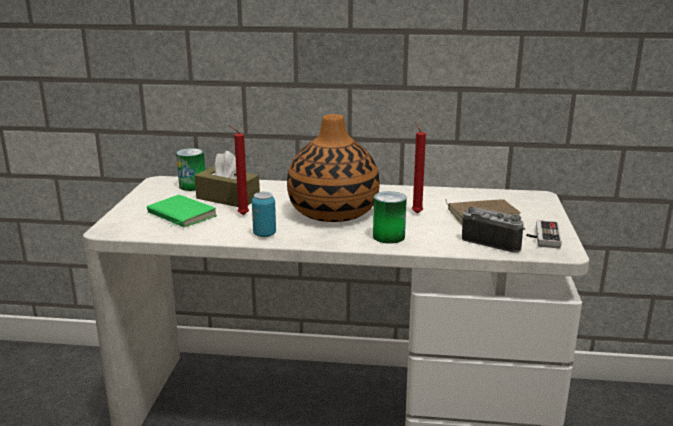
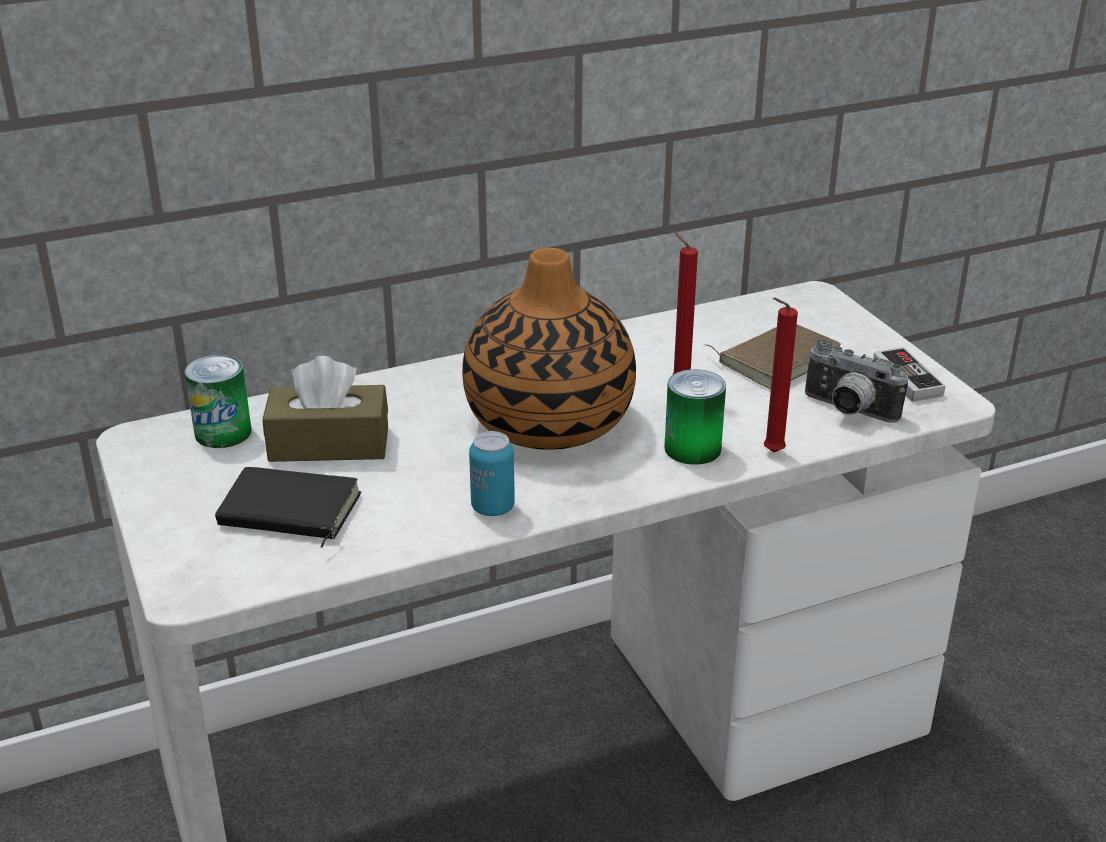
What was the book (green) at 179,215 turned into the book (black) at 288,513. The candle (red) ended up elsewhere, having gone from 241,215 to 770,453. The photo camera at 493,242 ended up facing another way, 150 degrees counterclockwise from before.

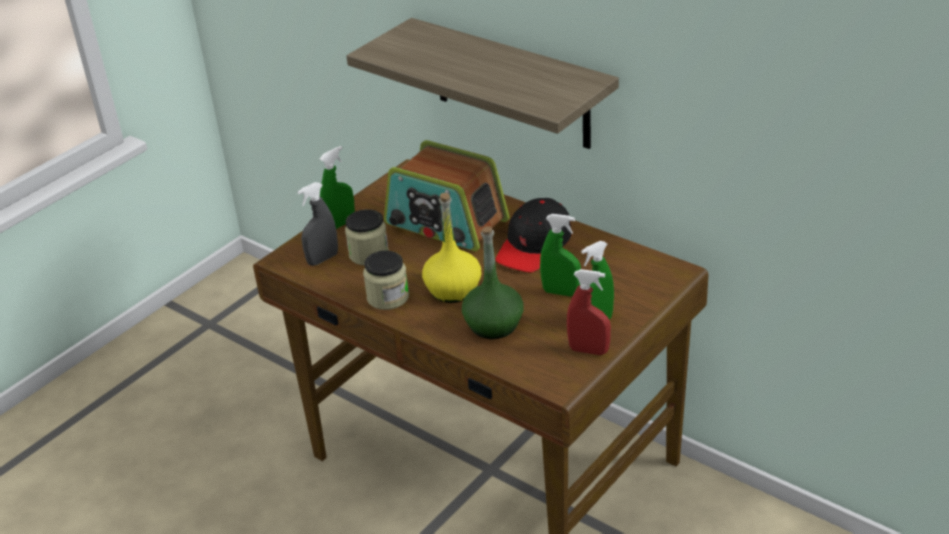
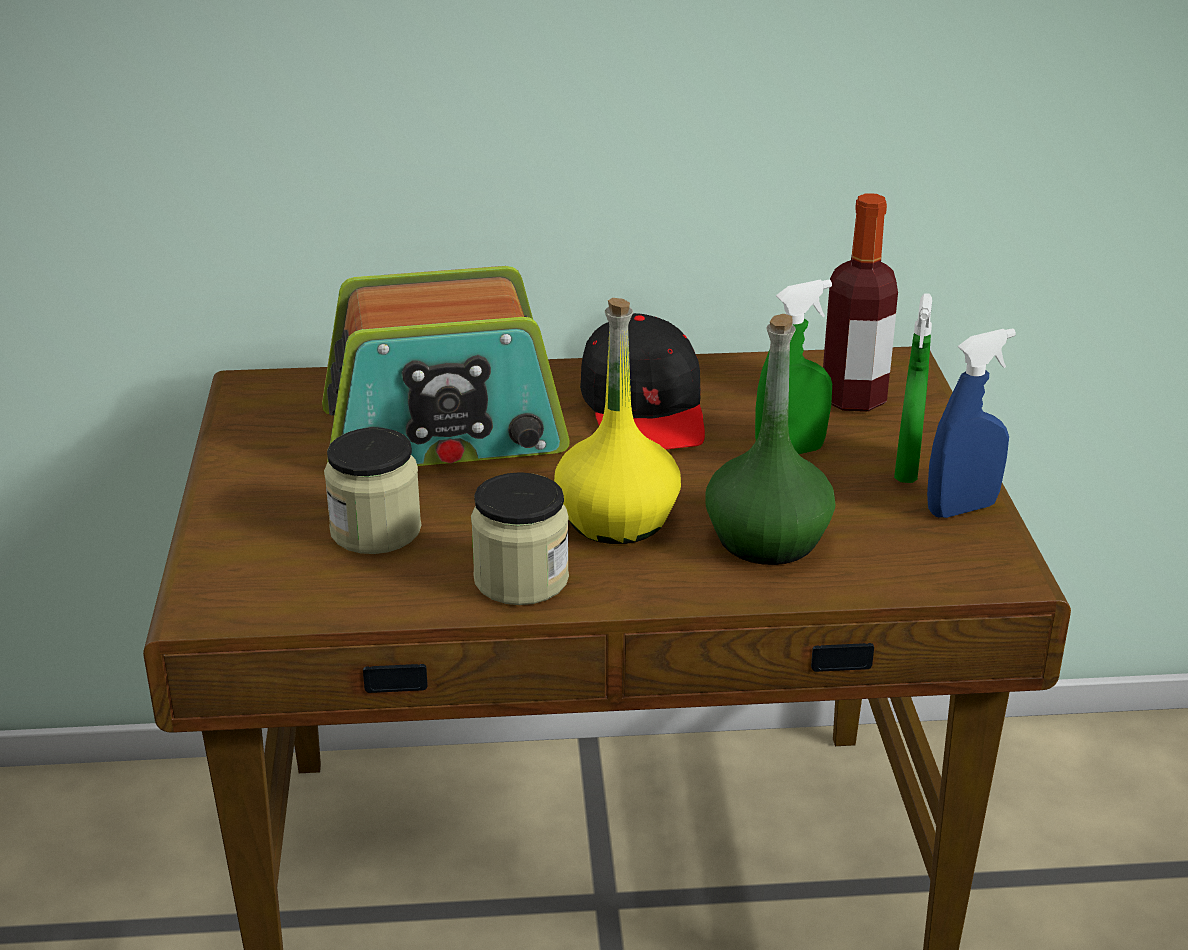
The second view gained the bottle at 853,398. What was the spray bottle (red) at 588,350 turned into the spray bottle (blue) at 962,508. The second view lost the spray bottle (grey) at 322,259. The second view lost the spray bottle (green) at 340,224. The second view lost the shelf at 511,84.

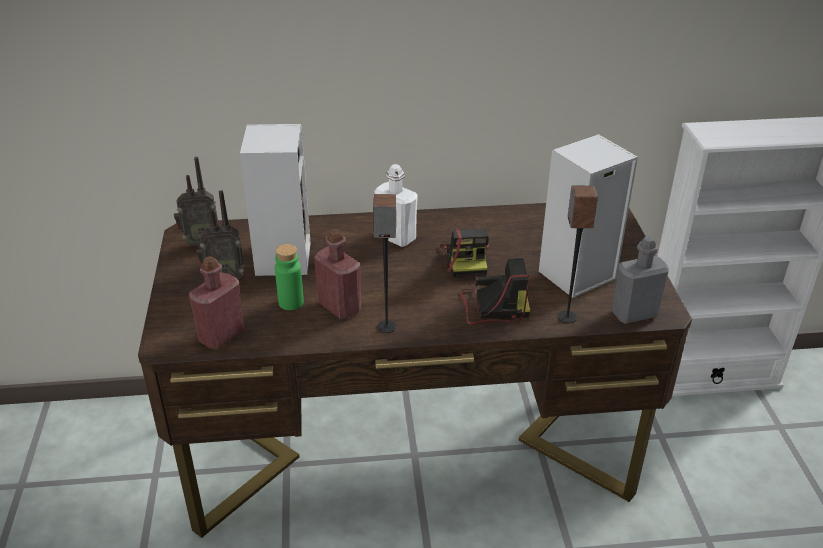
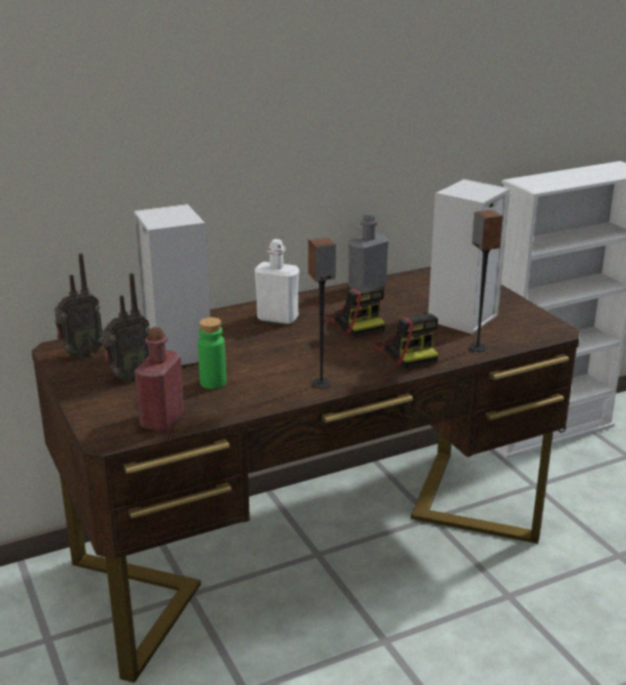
The bottle (grey) ended up elsewhere, having gone from 634,314 to 367,287. The photo camera at 492,307 ended up facing another way, 90 degrees clockwise from before. The second view lost the bottle (red) at 339,307.

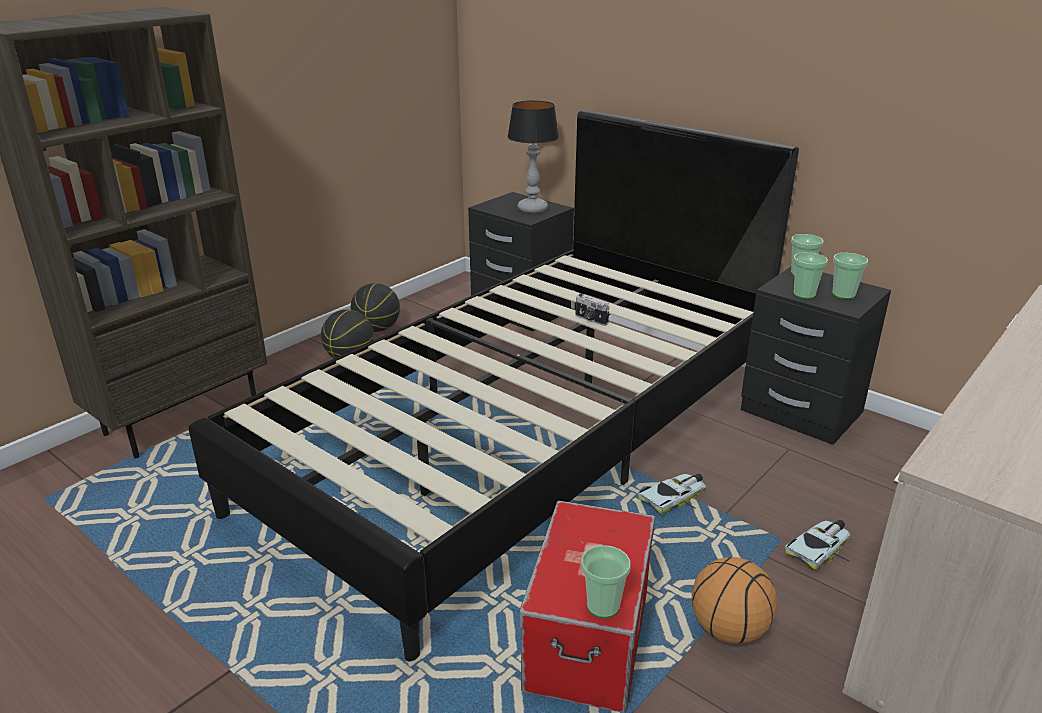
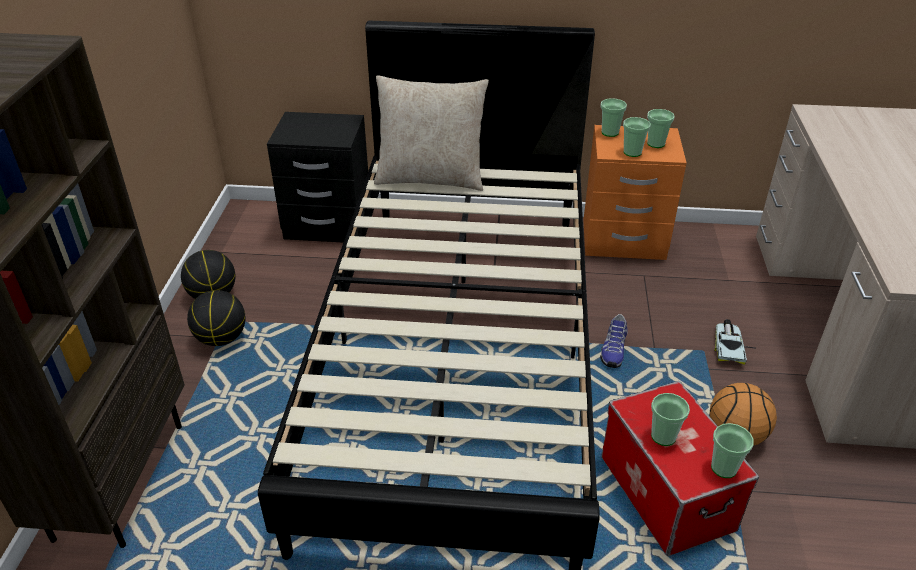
The second view gained the pillow (beige) at 431,178. What was the nightstand (black) at 801,411 turned into the nightstand (orange) at 623,240. Where the toy car stood at 675,497, the shoe came to stand at 612,350. The second view gained the cup at 663,436. The second view lost the table lamp at 532,209. The second view lost the photo camera at 590,320.

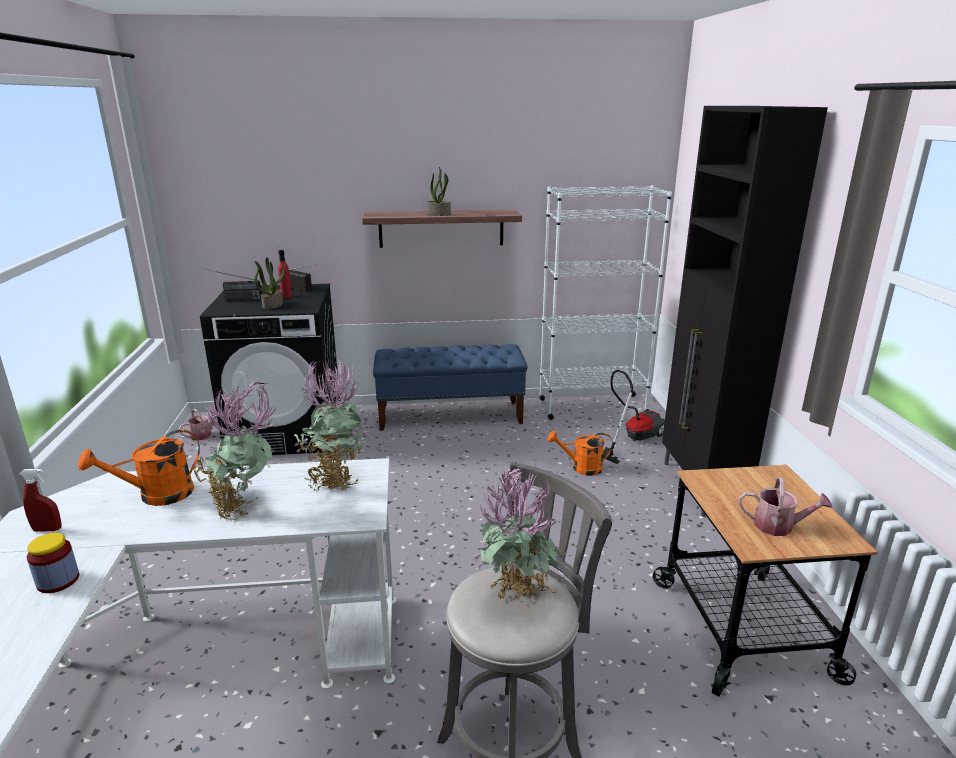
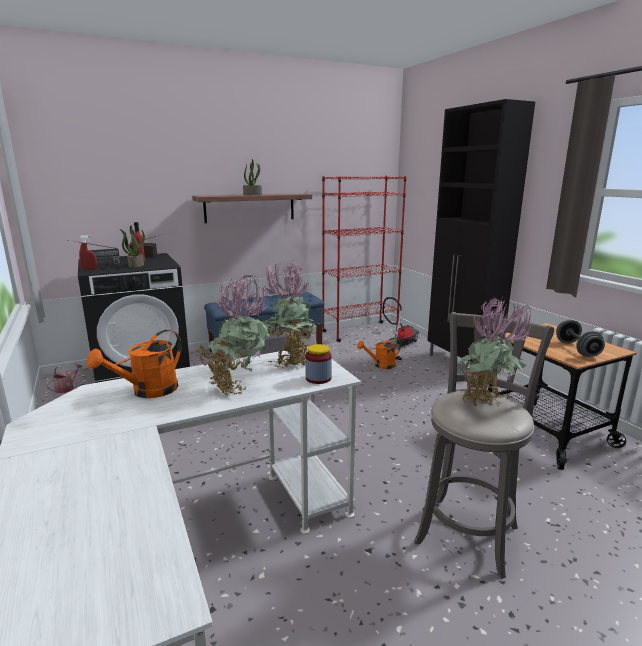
The spray bottle (red) ended up elsewhere, having gone from 47,529 to 89,269. The jar ended up elsewhere, having gone from 58,581 to 318,378. What was the bookcase (white) at 592,407 turned into the bookcase (red) at 360,331. Where the watering can stood at 779,526, the dumbbell (grey) came to stand at 577,349.

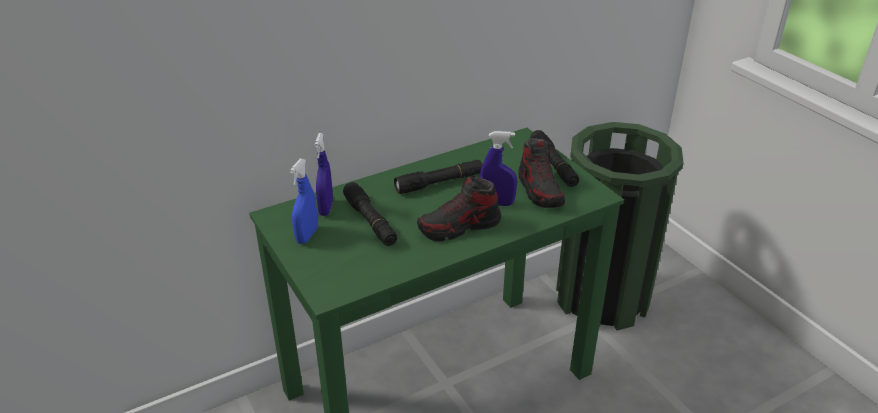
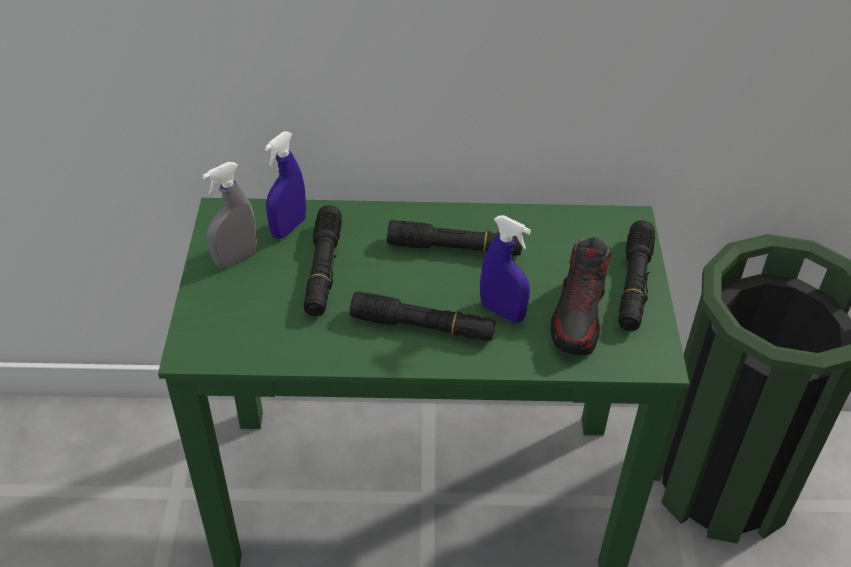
What was the spray bottle (blue) at 307,236 turned into the spray bottle (grey) at 236,258. Where the shoe stood at 459,227, the flashlight (black) came to stand at 423,327.

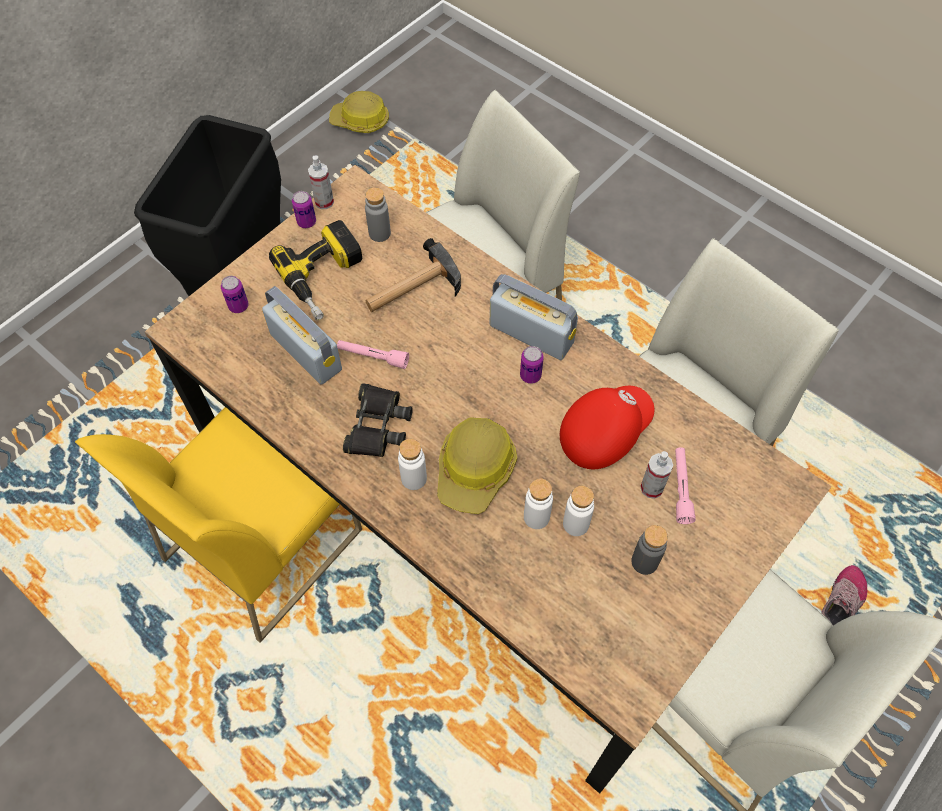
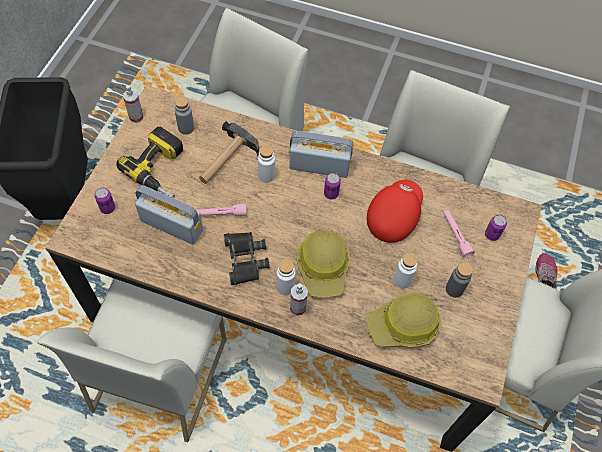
What was the chair (yellow) at 263,542 turned into the chair (white) at 160,373. The bottle (white) ended up elsewhere, having gone from 536,517 to 266,175. The spray bottle ended up elsewhere, having gone from 651,488 to 298,308. The hard hat ended up elsewhere, having gone from 360,121 to 404,326. The can ended up elsewhere, having gone from 306,222 to 492,234.

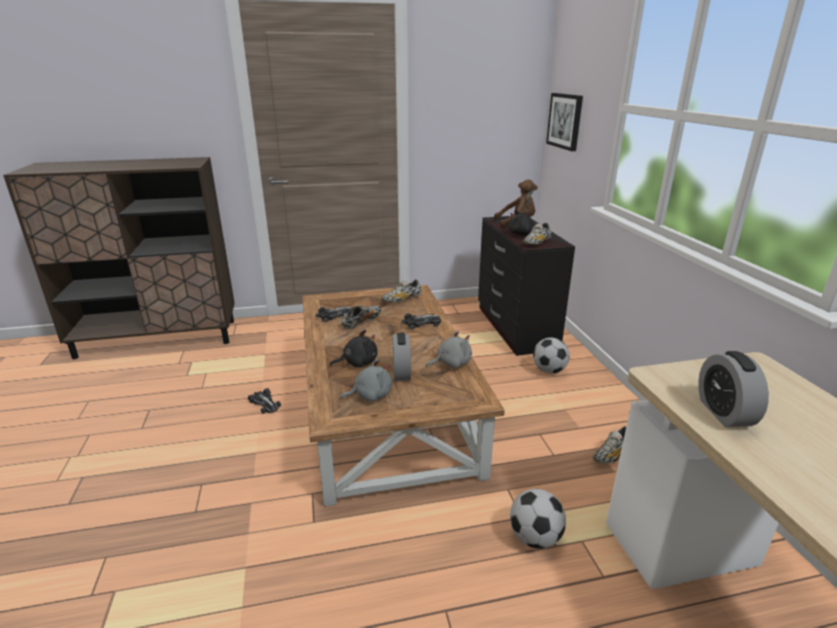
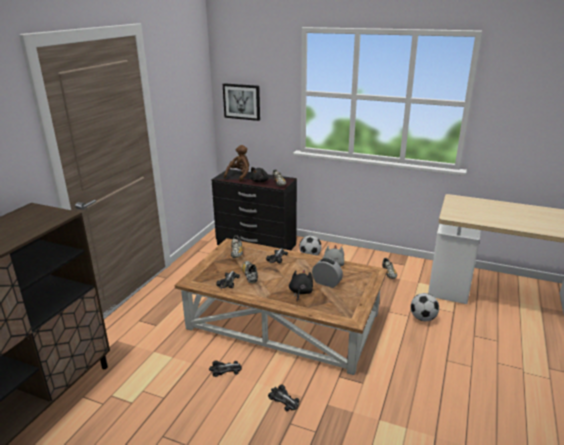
The second view gained the toy car at 283,400. The second view lost the plush toy (grey) at 370,395. The second view lost the alarm clock at 724,412.

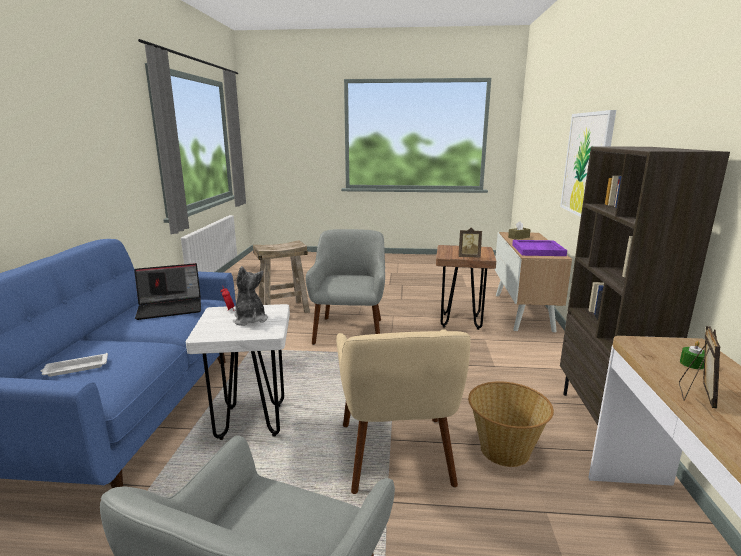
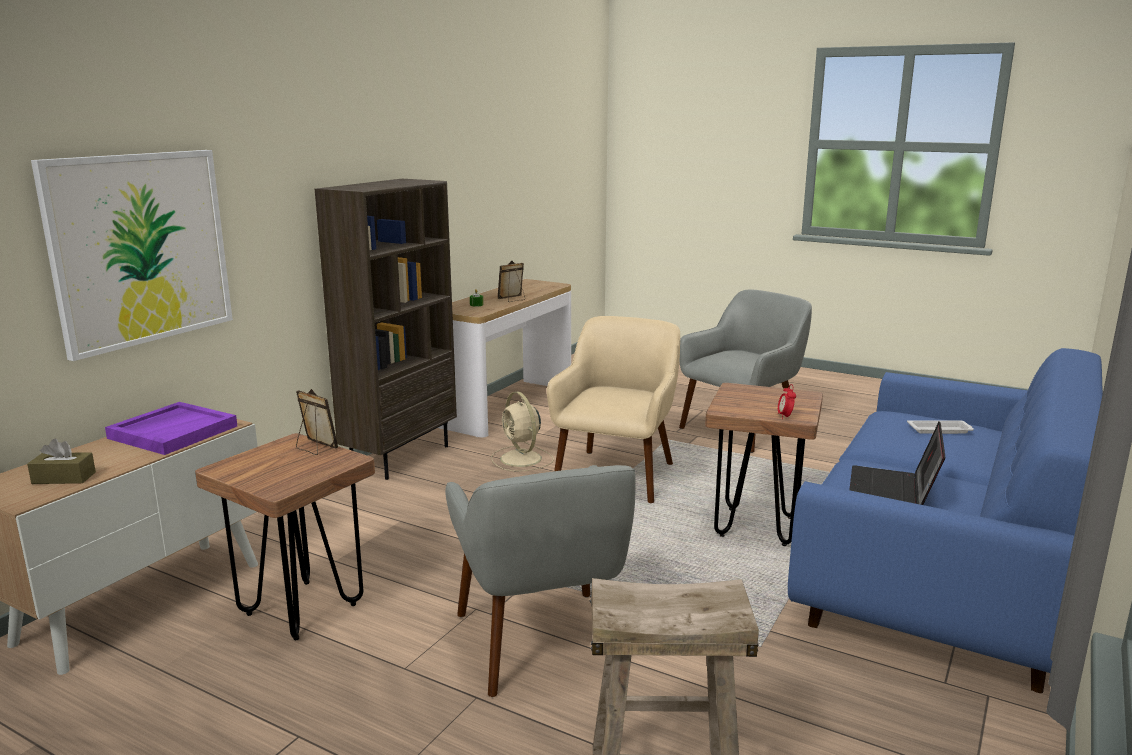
The armchair (grey) at 350,331 ended up facing another way, 45 degrees counterclockwise from before. Where the basket stood at 504,451, the fan (beige) came to stand at 522,459. What was the stool (white) at 251,421 turned into the stool (brown) at 756,527. The laptop at 171,308 ended up facing another way, 75 degrees counterclockwise from before. The second view lost the plush toy at 250,319.

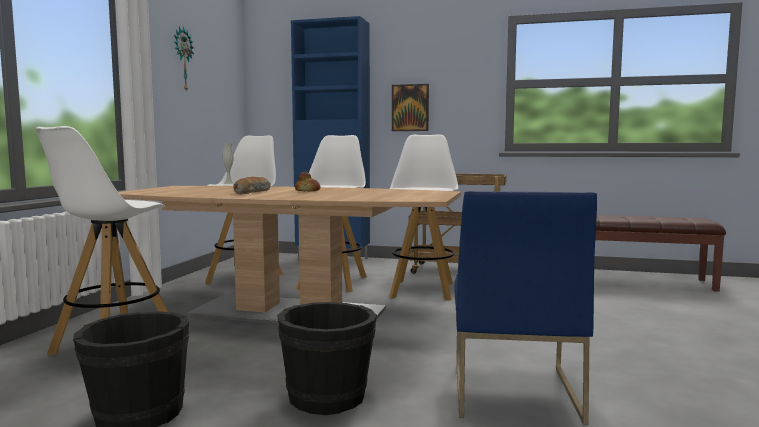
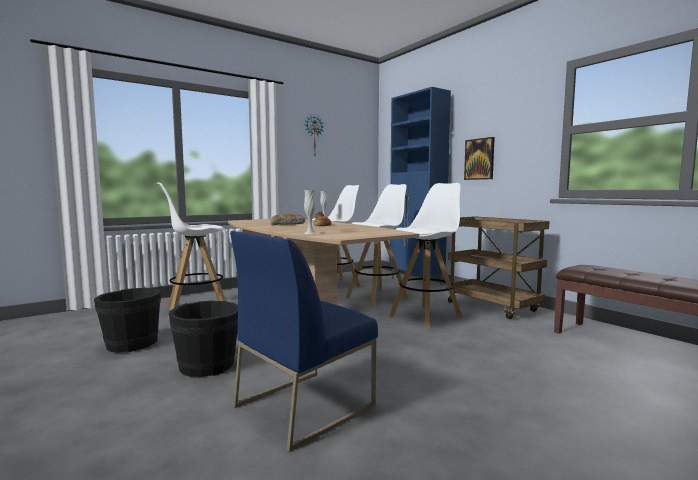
The second view gained the vase (white) at 310,233.

